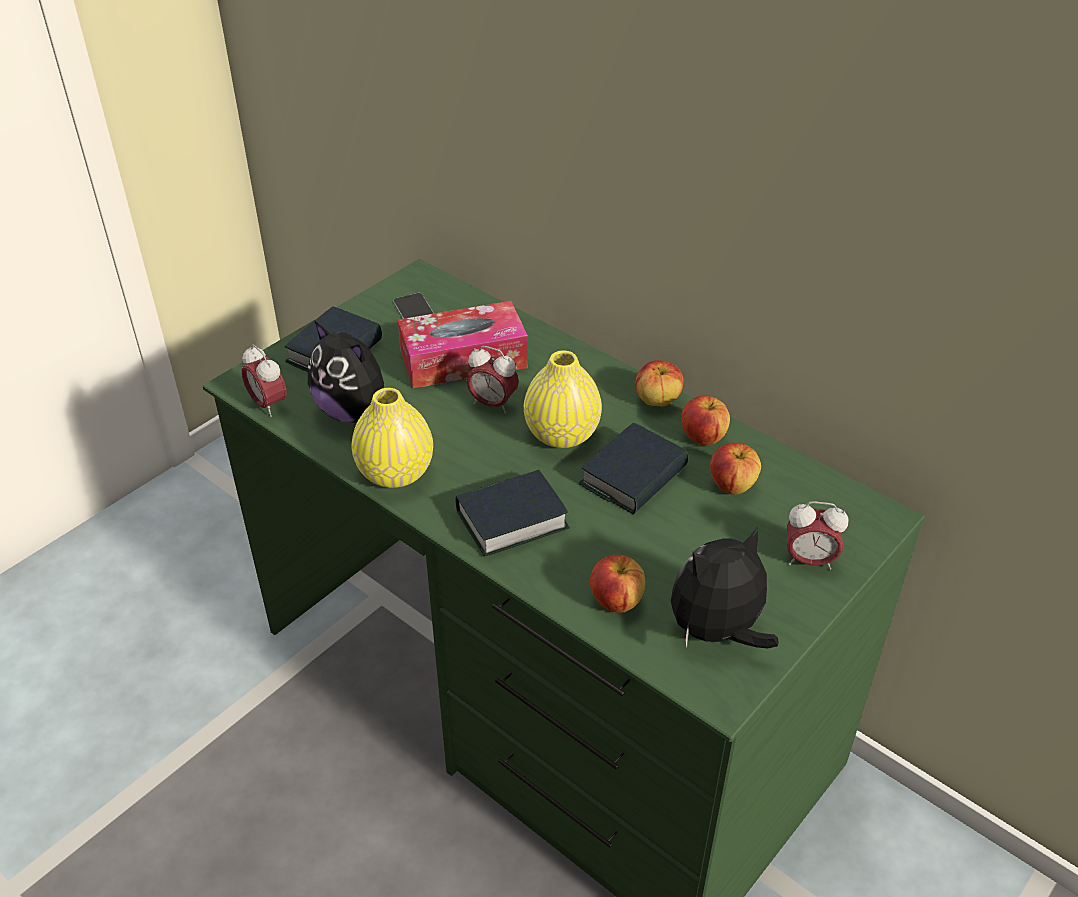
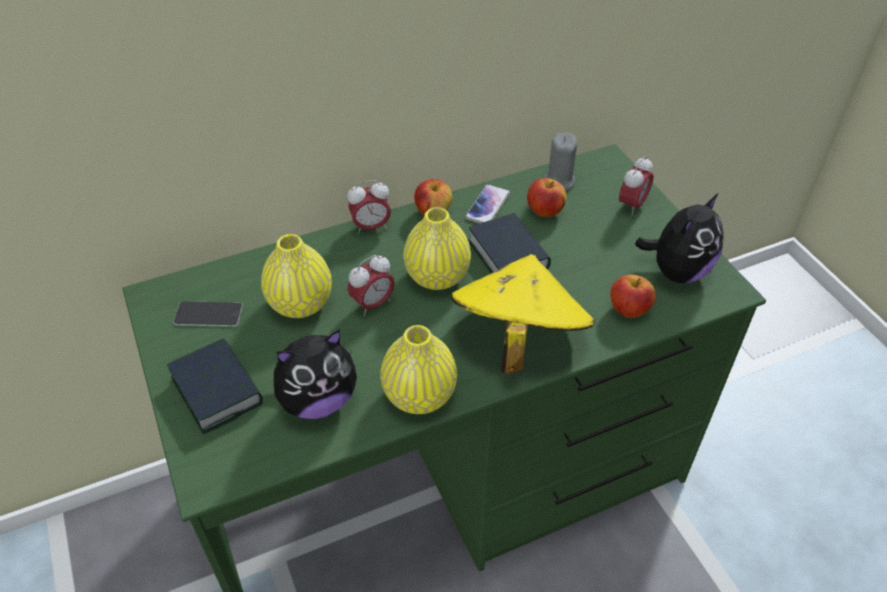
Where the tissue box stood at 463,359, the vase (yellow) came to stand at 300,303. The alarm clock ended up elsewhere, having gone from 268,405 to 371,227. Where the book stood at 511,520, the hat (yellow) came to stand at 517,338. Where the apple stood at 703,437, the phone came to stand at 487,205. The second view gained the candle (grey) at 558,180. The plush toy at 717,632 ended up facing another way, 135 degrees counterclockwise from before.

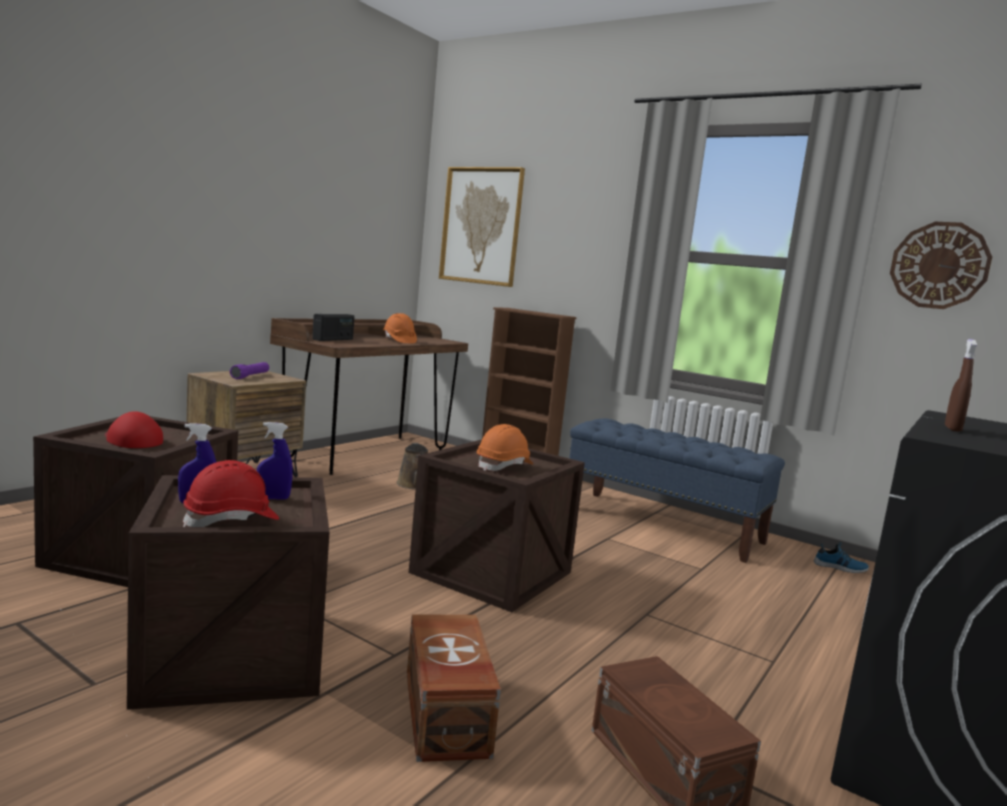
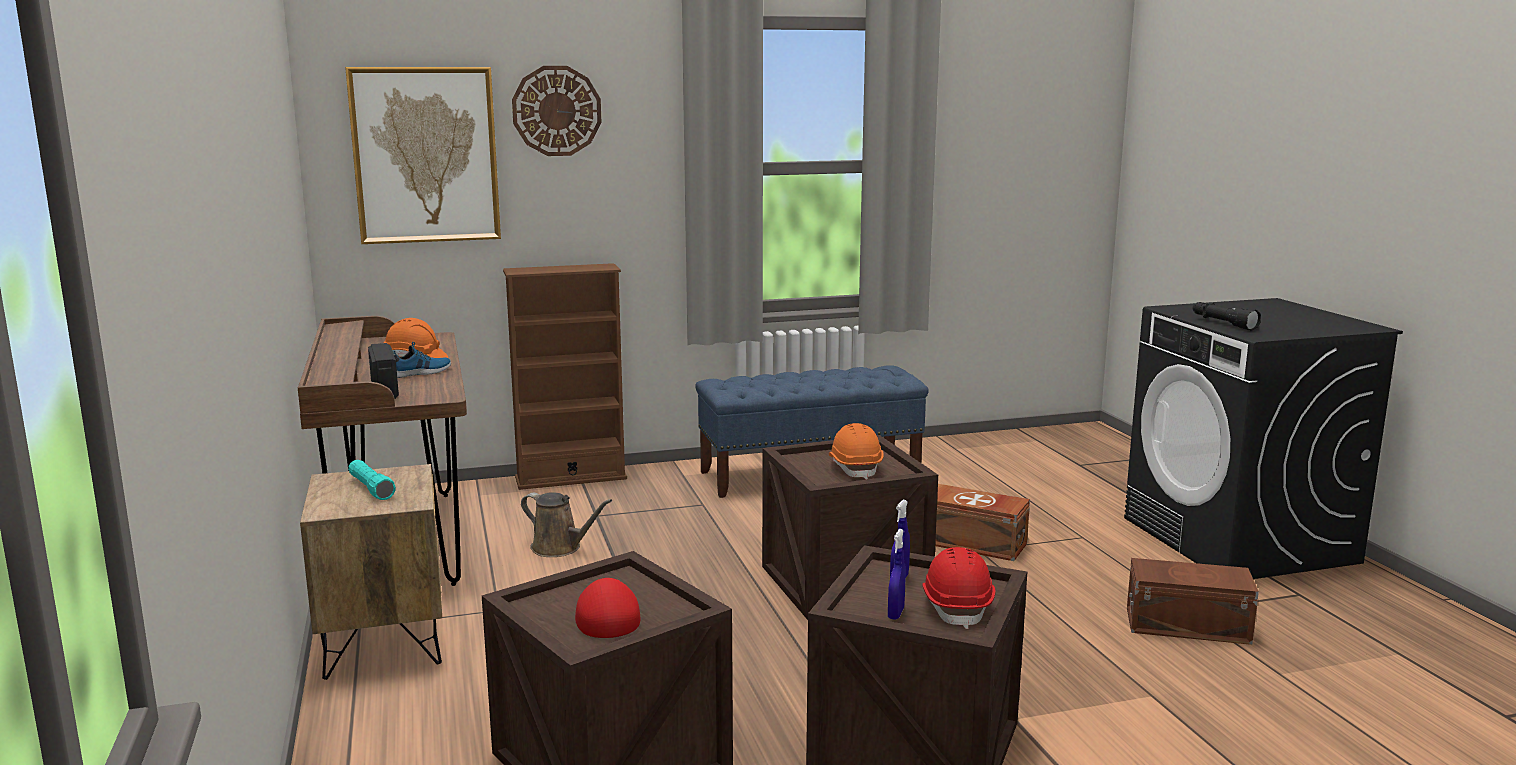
What was the flashlight (purple) at 250,376 turned into the flashlight (turquoise) at 371,489. The shoe ended up elsewhere, having gone from 840,567 to 421,372. The wall clock ended up elsewhere, having gone from 939,265 to 557,111. The cap (red) at 132,440 ended up facing another way, 90 degrees clockwise from before. The storage box (brown) ended up elsewhere, having gone from 444,714 to 974,544. Where the spray bottle (brown) stood at 952,429, the flashlight (black) came to stand at 1222,323.

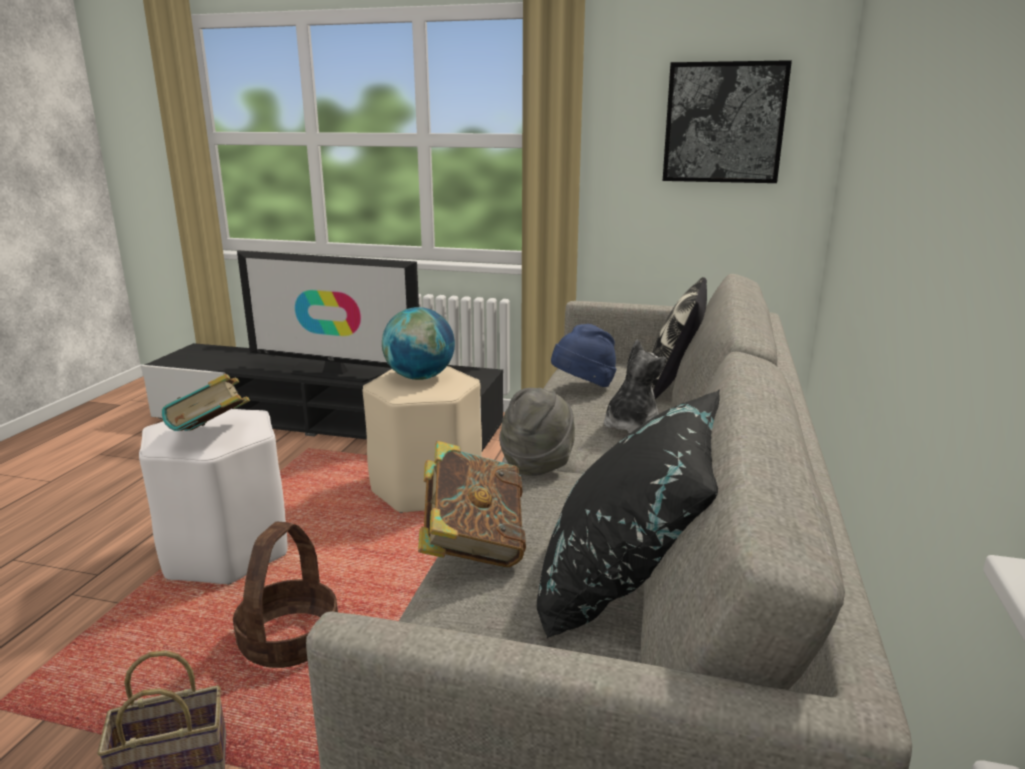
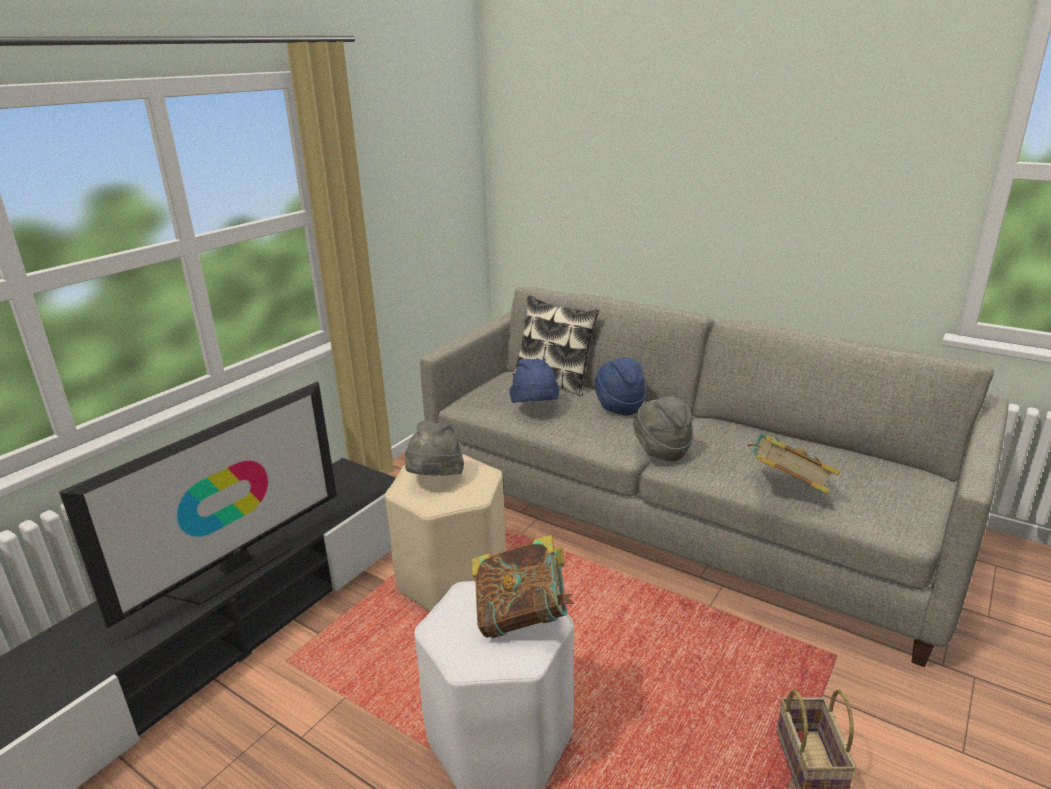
Where the globe stood at 420,377, the hat (grey) came to stand at 435,480. Where the plush toy stood at 631,425, the hat (blue) came to stand at 619,407. The second view lost the basket at 290,641. The second view lost the pillow (black) at 627,582. The second view lost the picture at 724,123.

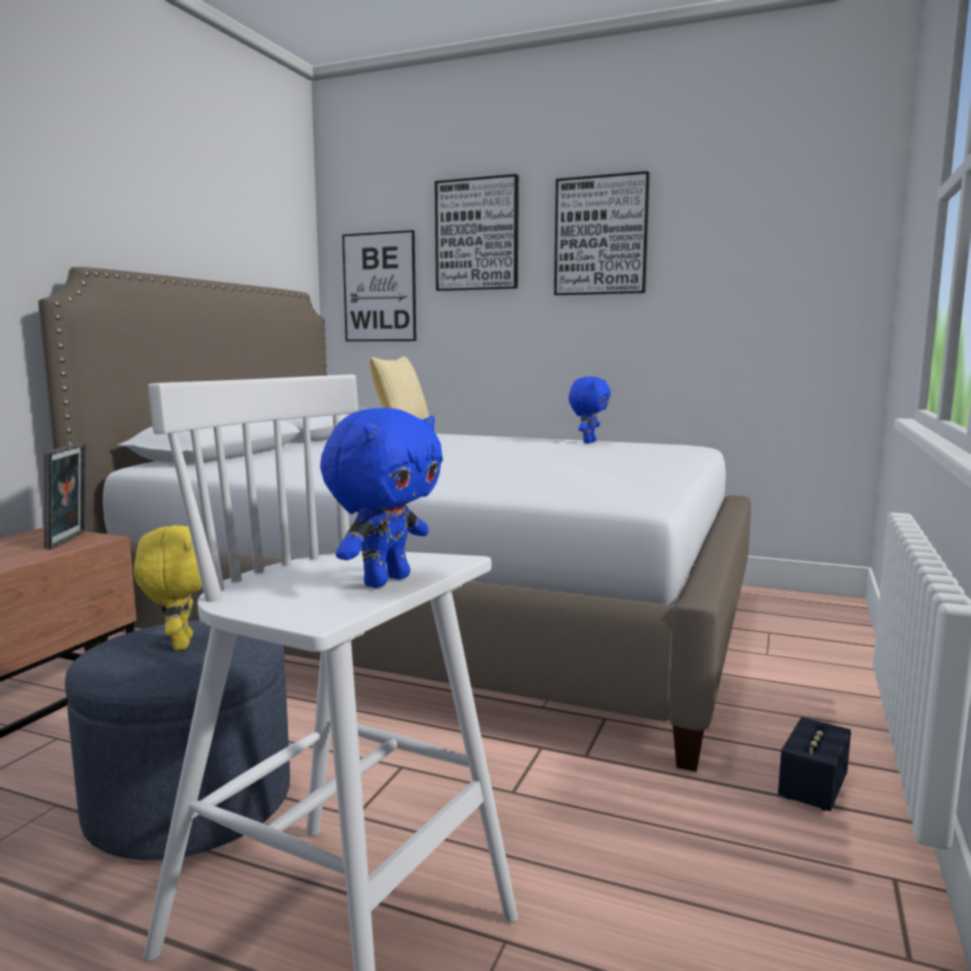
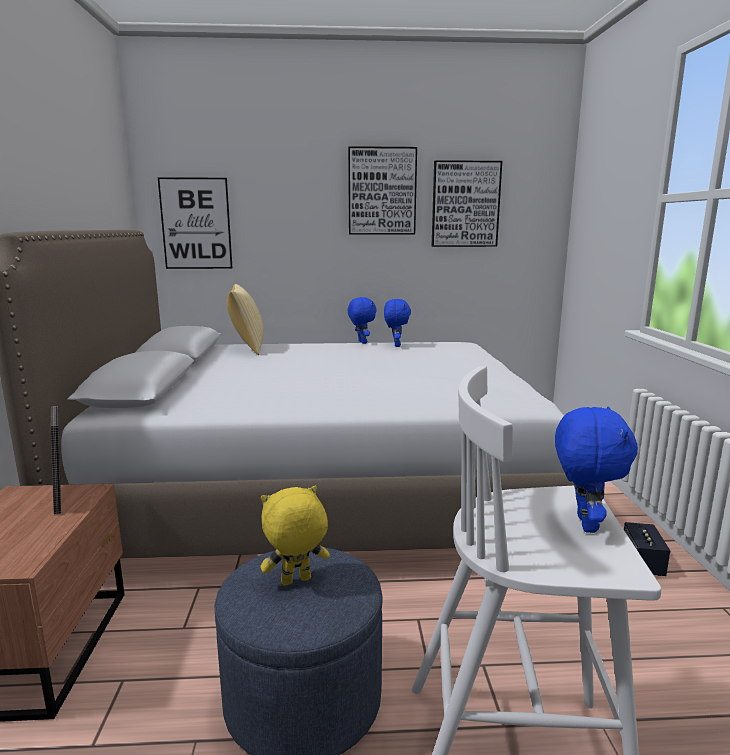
The plush toy (yellow) at 179,644 ended up facing another way, 75 degrees counterclockwise from before. The second view gained the plush toy (blue) at 361,342. The picture ended up elsewhere, having gone from 477,235 to 465,204.

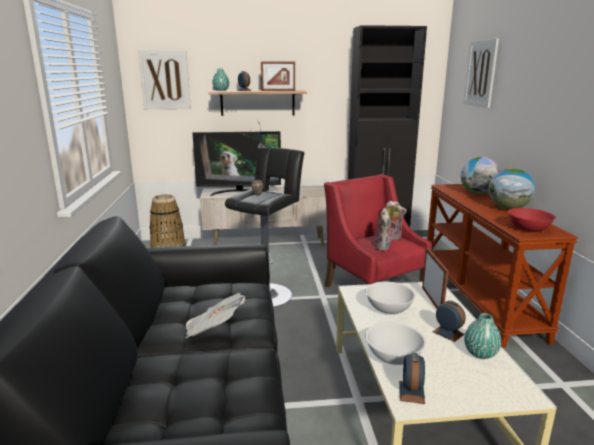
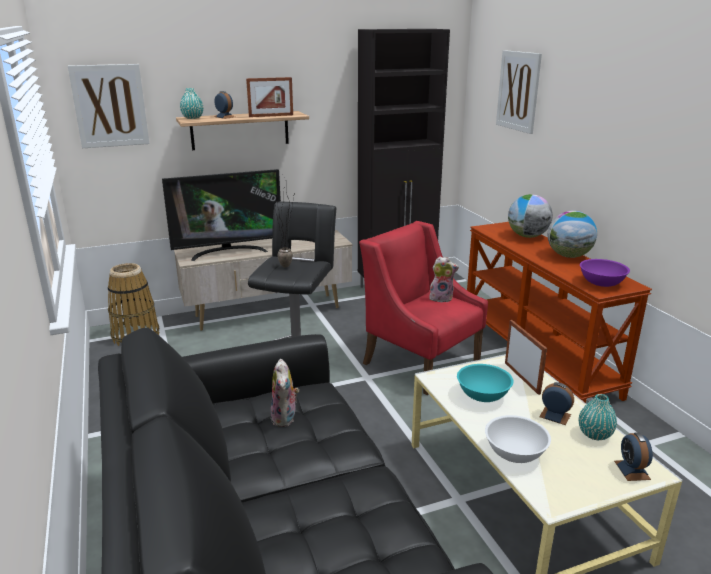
The plush toy ended up elsewhere, having gone from 383,247 to 285,418. What was the bowl (white) at 388,308 turned into the bowl (turquoise) at 482,395. What was the bowl (red) at 528,229 turned into the bowl (purple) at 601,283. The alarm clock ended up elsewhere, having gone from 411,392 to 632,470. The second view lost the newspaper at 213,329.

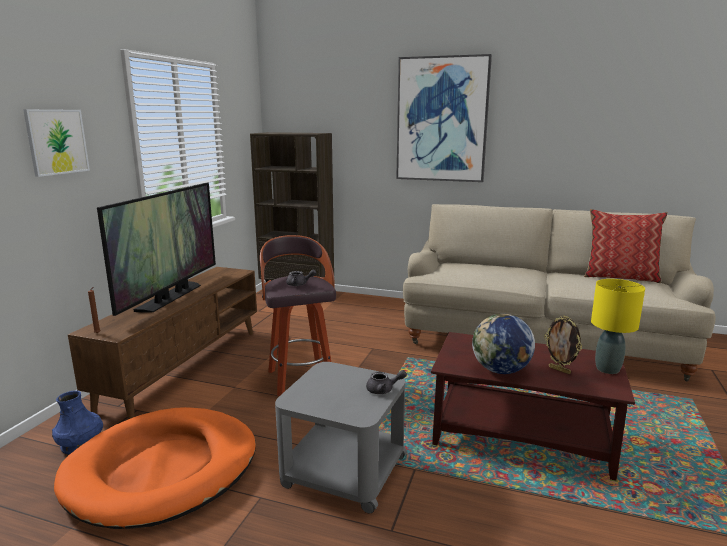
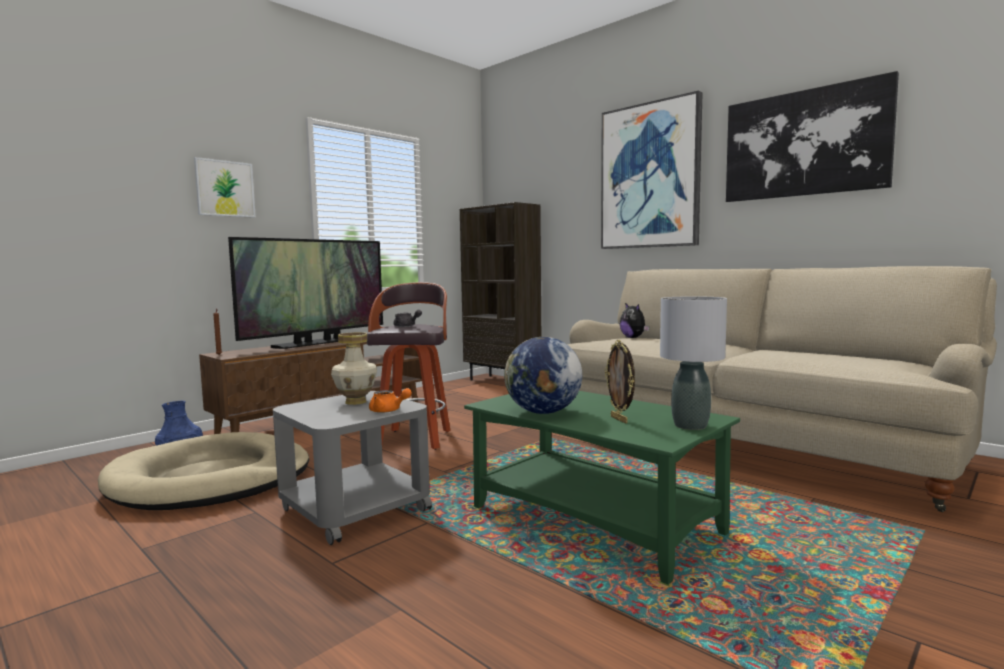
What was the dog bed (orange) at 163,470 turned into the dog bed (beige) at 211,479. The second view gained the vase at 355,402. What was the teapot (grey) at 384,390 turned into the teapot (orange) at 388,411. What was the coffee table (brown) at 523,436 turned into the coffee table (green) at 596,521. The second view gained the plush toy at 633,338. What was the table lamp (yellow) at 607,369 turned into the table lamp (grey) at 691,425. The second view gained the picture at 804,143. The second view lost the pillow at 620,277.

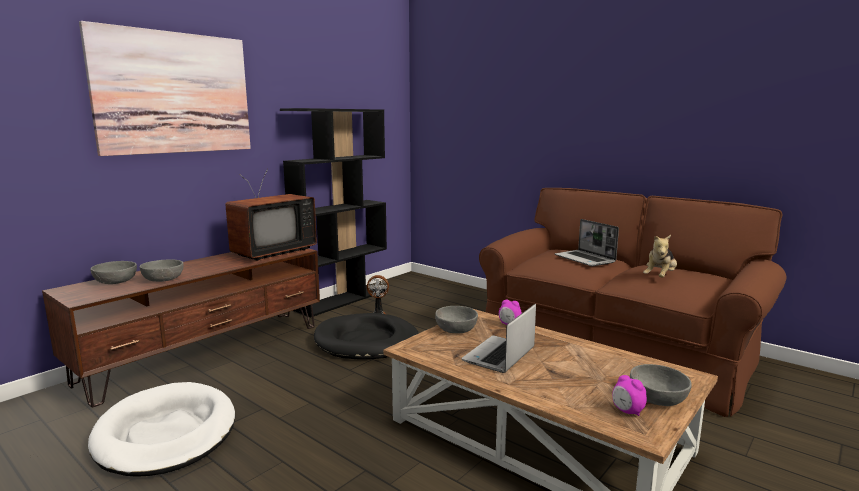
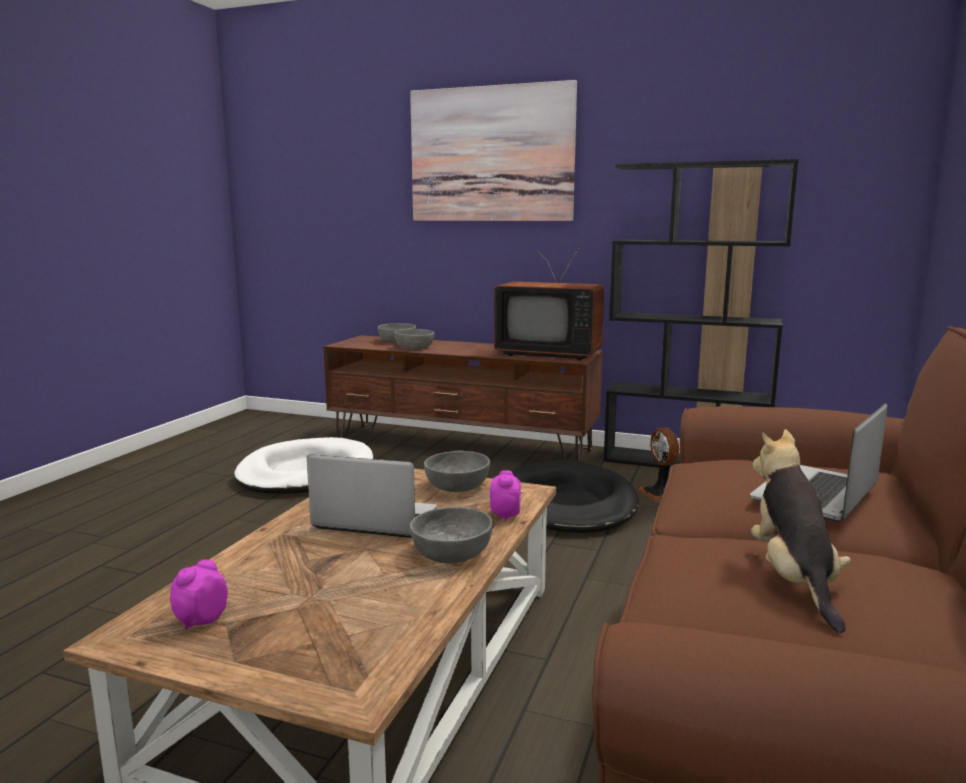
The bowl (grey) ended up elsewhere, having gone from 658,398 to 451,553. The plush toy at 660,277 ended up facing another way, 75 degrees clockwise from before.

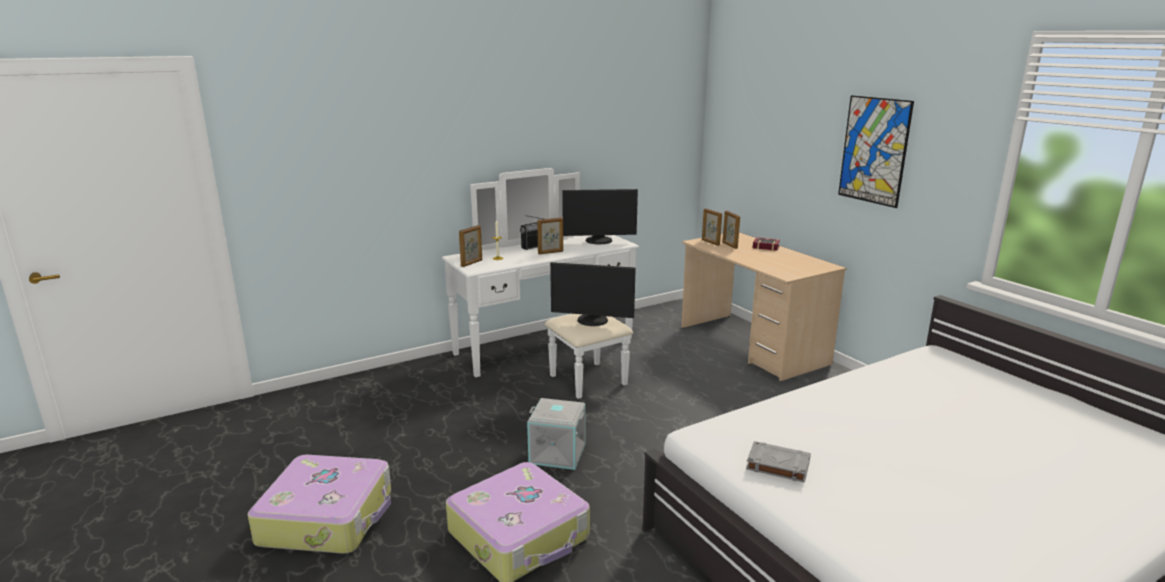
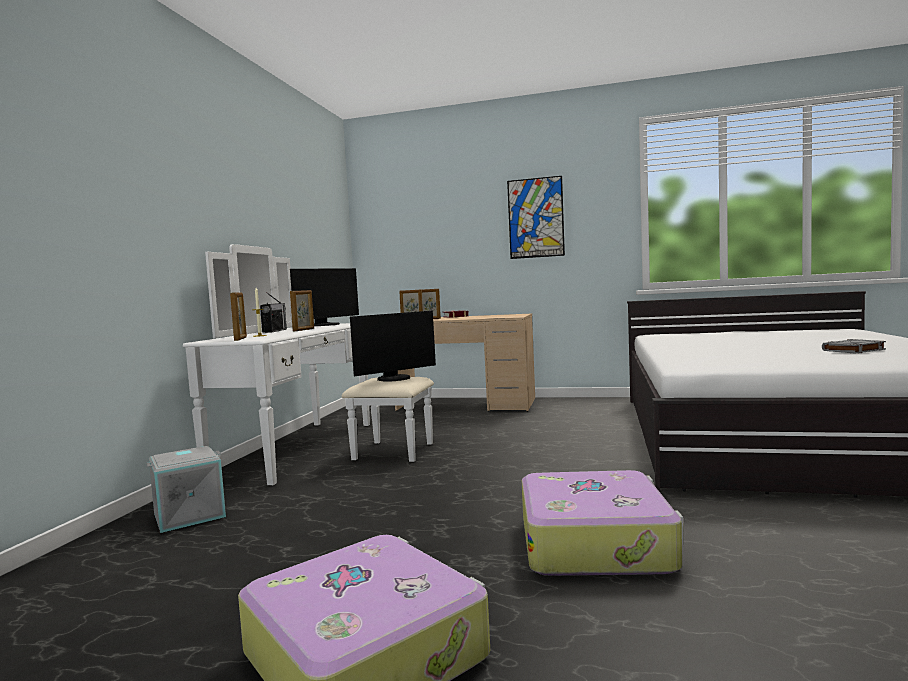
The storage box (grey) ended up elsewhere, having gone from 558,453 to 189,514. The book (grey) ended up elsewhere, having gone from 777,465 to 853,350.

